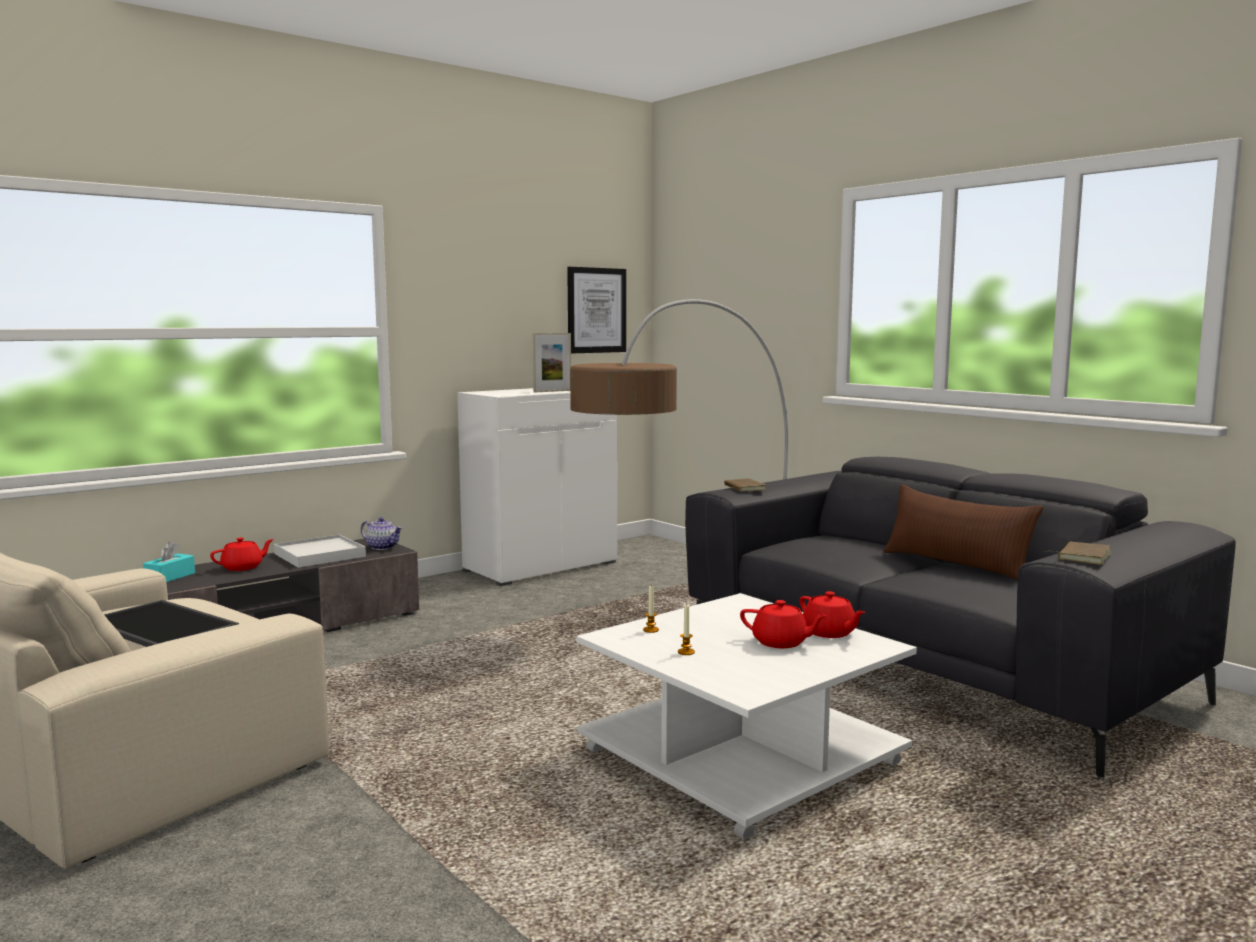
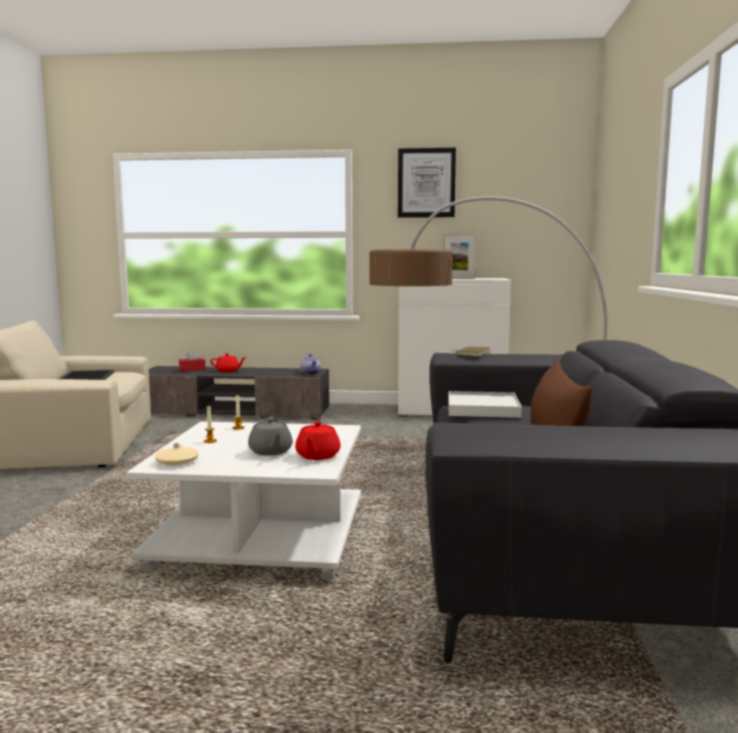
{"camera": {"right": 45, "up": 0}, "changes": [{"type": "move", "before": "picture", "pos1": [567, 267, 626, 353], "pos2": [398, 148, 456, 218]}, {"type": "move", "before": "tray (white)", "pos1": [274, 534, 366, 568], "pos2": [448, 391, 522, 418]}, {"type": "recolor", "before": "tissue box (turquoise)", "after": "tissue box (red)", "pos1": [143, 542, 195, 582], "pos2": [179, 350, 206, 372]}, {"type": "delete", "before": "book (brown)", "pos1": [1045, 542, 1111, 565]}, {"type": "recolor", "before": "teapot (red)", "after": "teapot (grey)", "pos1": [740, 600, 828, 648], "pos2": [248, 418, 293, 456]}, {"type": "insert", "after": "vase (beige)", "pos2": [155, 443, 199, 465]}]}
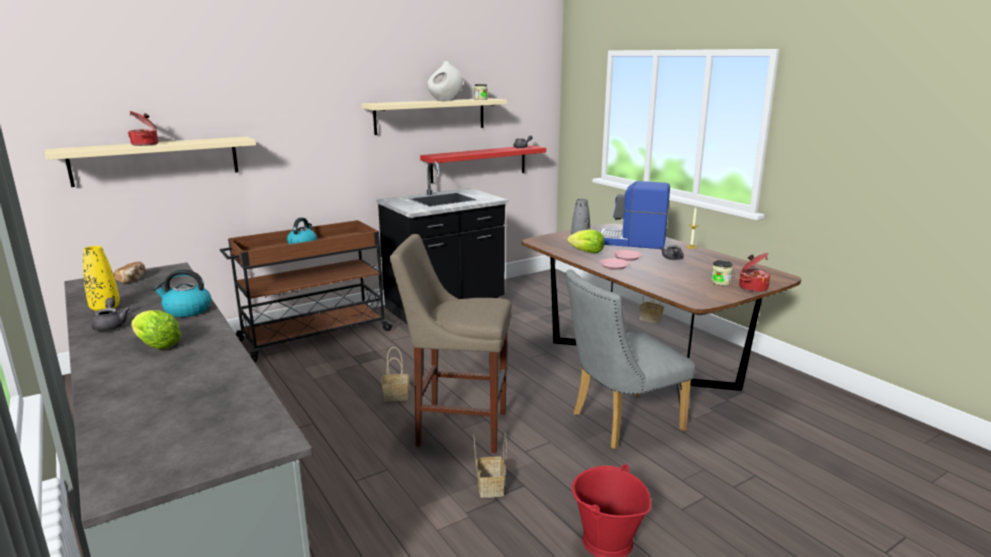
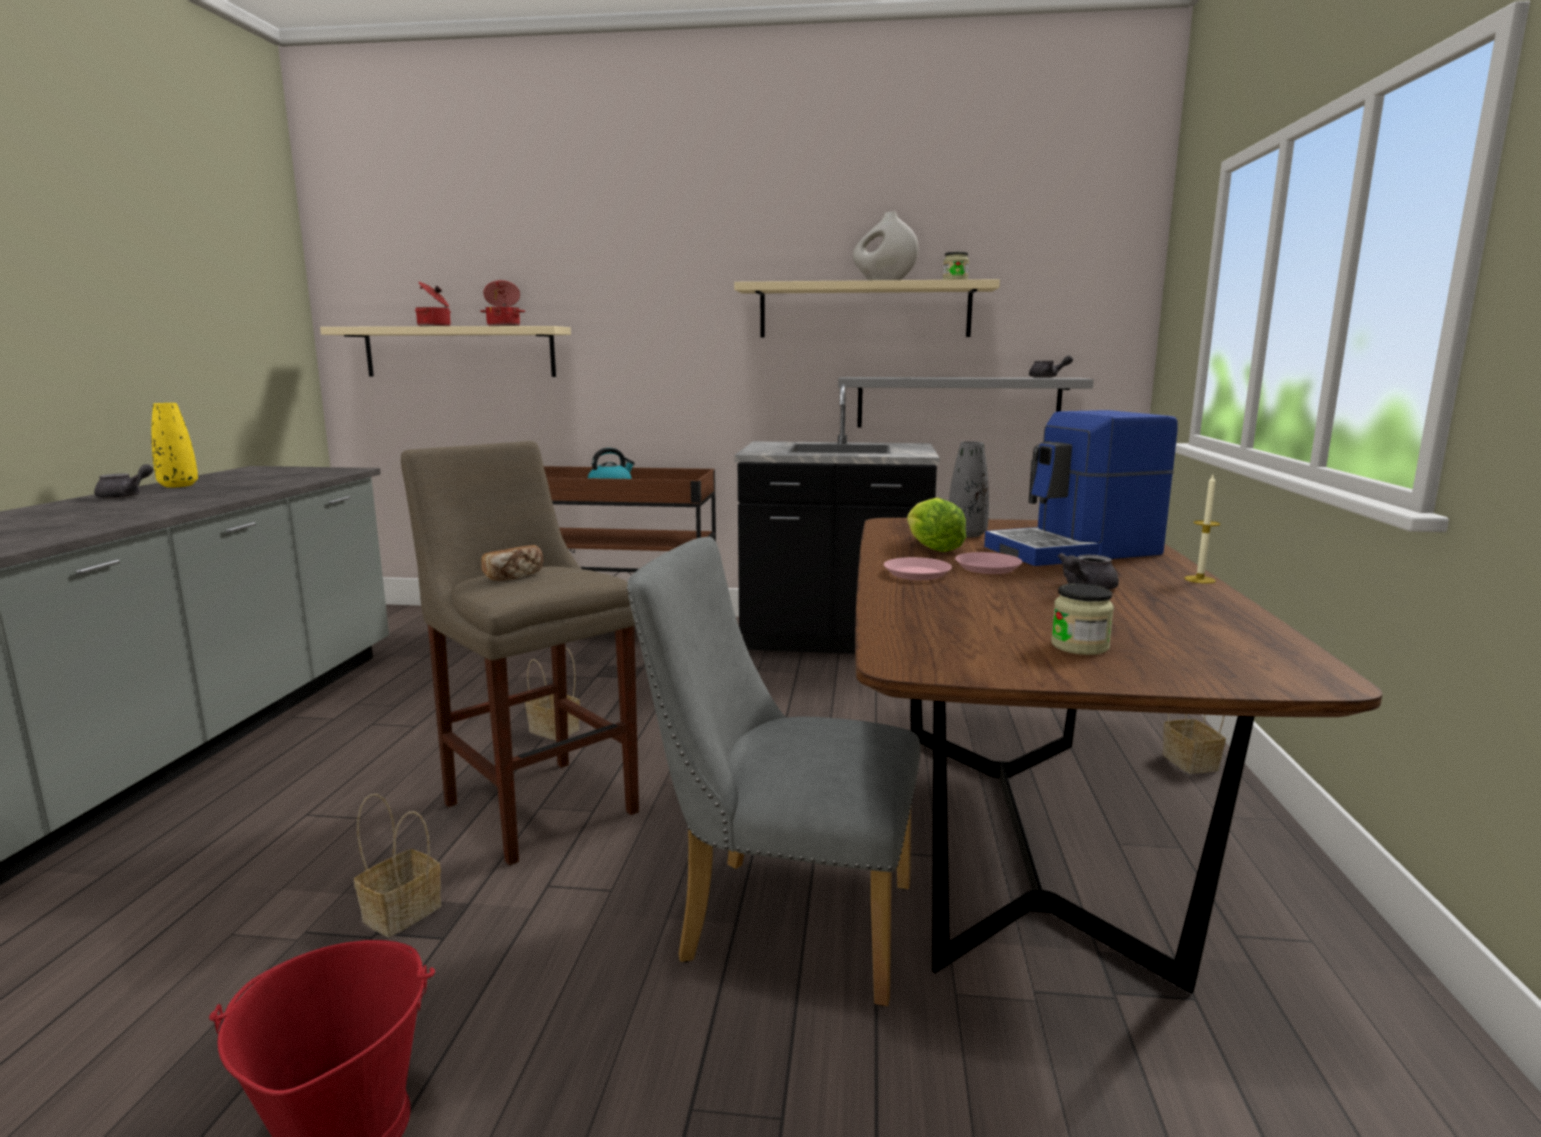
{"camera": {"right": 40, "up": -5}, "changes": [{"type": "recolor", "before": "shelf (red)", "after": "shelf (grey)", "pos1": [420, 145, 546, 183], "pos2": [838, 377, 1094, 428]}, {"type": "rotate", "before": "coffee machine", "pos1": [601, 181, 670, 249], "pos2": [984, 410, 1178, 566], "turn": -75}, {"type": "move", "before": "cooking pot", "pos1": [739, 253, 770, 292], "pos2": [480, 280, 525, 326]}, {"type": "move", "before": "bread", "pos1": [114, 261, 146, 283], "pos2": [481, 545, 543, 581]}, {"type": "delete", "before": "kettle", "pos1": [153, 269, 211, 317]}, {"type": "delete", "before": "lettuce", "pos1": [131, 310, 181, 349]}]}
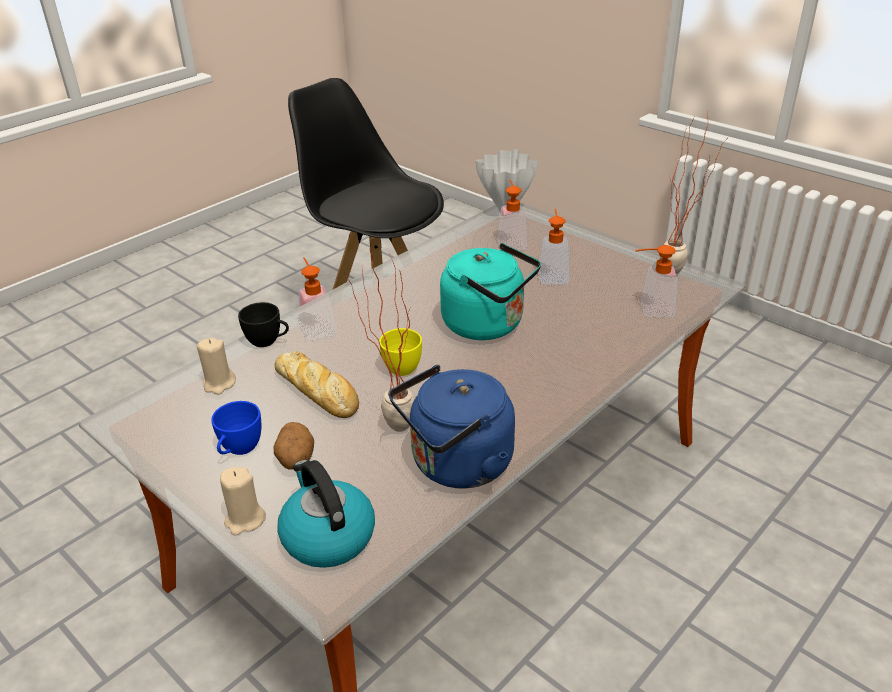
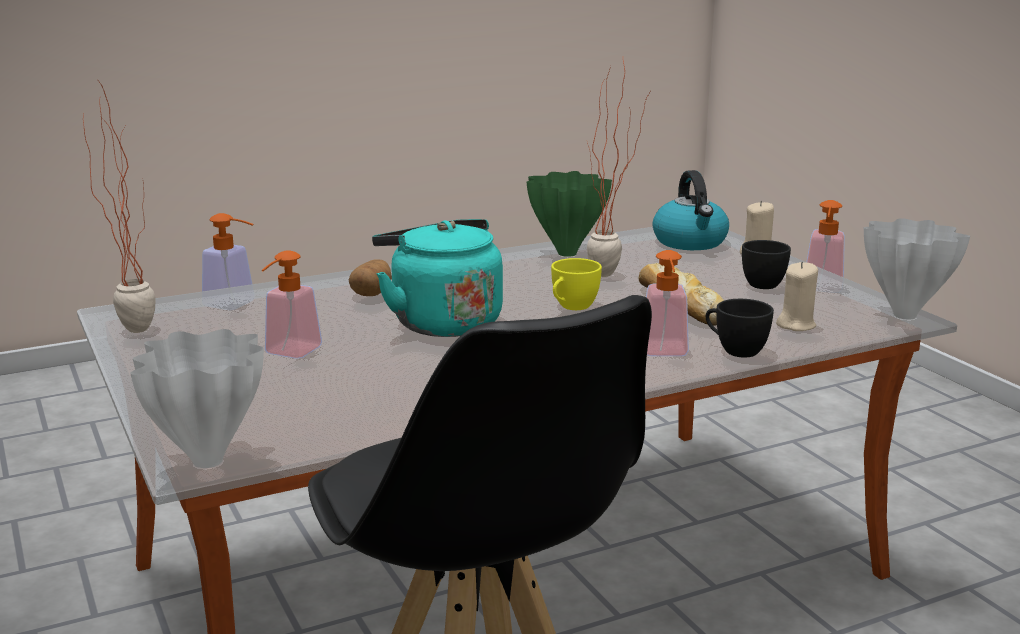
{"camera": {"right": -160, "up": -15}, "changes": [{"type": "move", "before": "soap dispenser", "pos1": [498, 180, 527, 250], "pos2": [806, 200, 845, 293]}, {"type": "replace", "before": "kettle (blue)", "after": "vase (green)", "pos1": [389, 365, 515, 489], "pos2": [527, 171, 612, 257]}, {"type": "recolor", "before": "cup (blue)", "after": "cup (black)", "pos1": [211, 401, 261, 455], "pos2": [742, 240, 791, 289]}, {"type": "move", "before": "potato", "pos1": [274, 422, 314, 470], "pos2": [349, 259, 392, 296]}, {"type": "insert", "after": "vase (white)", "pos2": [864, 218, 970, 319]}]}
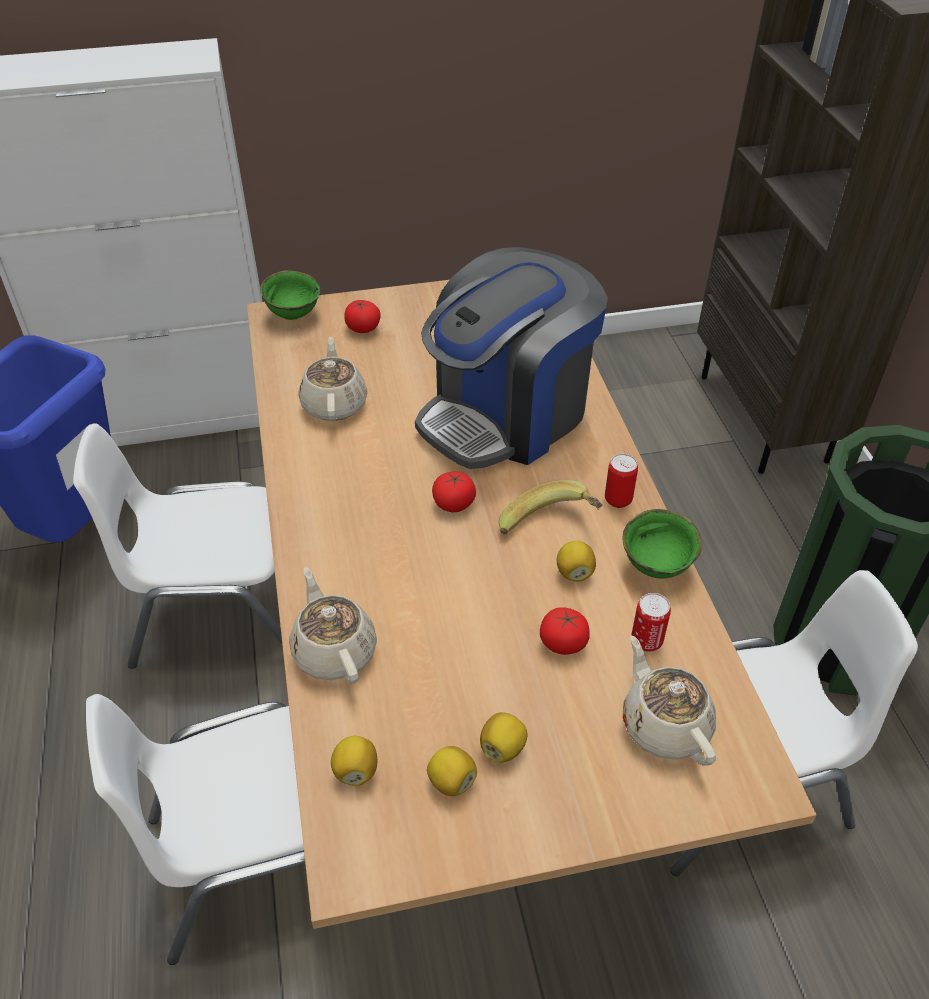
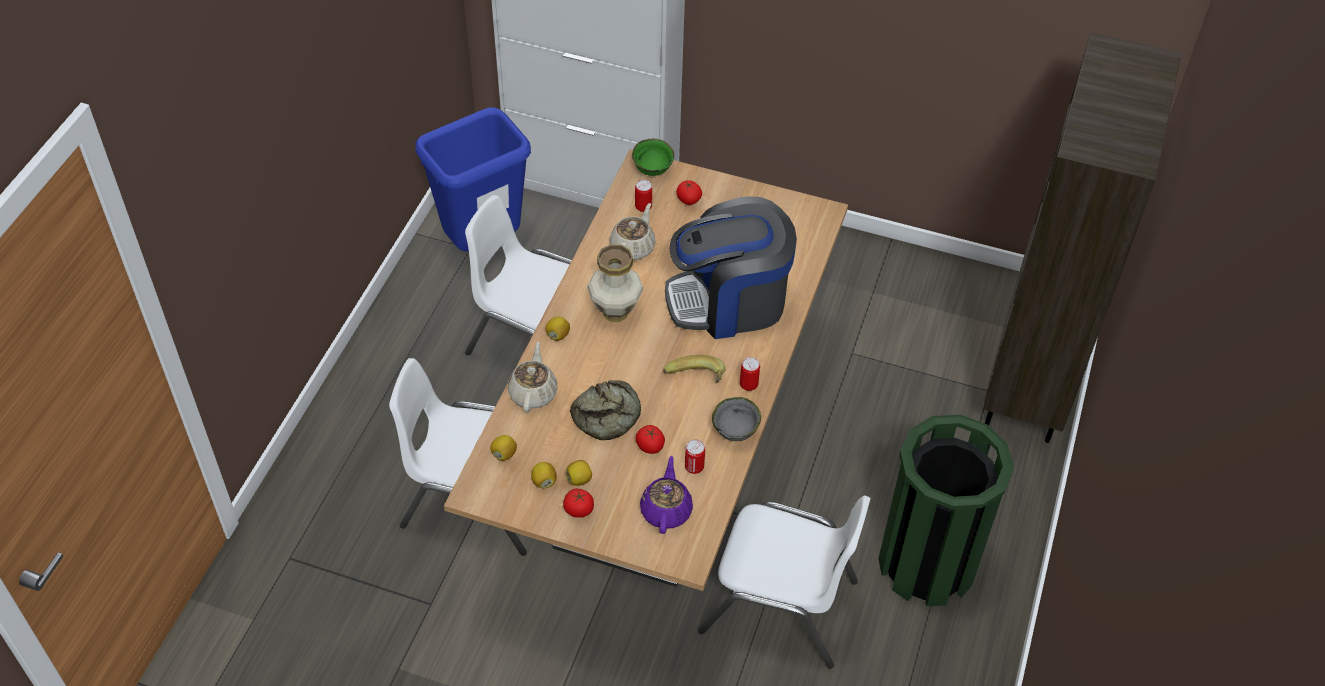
{"camera": {"right": 30, "up": 5}, "changes": [{"type": "move", "before": "tomato", "pos1": [432, 472, 476, 512], "pos2": [563, 489, 594, 518]}, {"type": "recolor", "before": "bowl (green)", "after": "bowl (grey)", "pos1": [622, 509, 702, 579], "pos2": [712, 397, 761, 441]}, {"type": "move", "before": "lemon", "pos1": [557, 541, 596, 582], "pos2": [546, 317, 570, 341]}, {"type": "recolor", "before": "teapot (beige)", "after": "teapot (purple)", "pos1": [623, 636, 716, 766], "pos2": [640, 456, 693, 534]}, {"type": "insert", "after": "can", "pos2": [635, 180, 652, 212]}, {"type": "insert", "after": "vase", "pos2": [587, 244, 643, 322]}, {"type": "insert", "after": "bread", "pos2": [570, 380, 641, 440]}]}
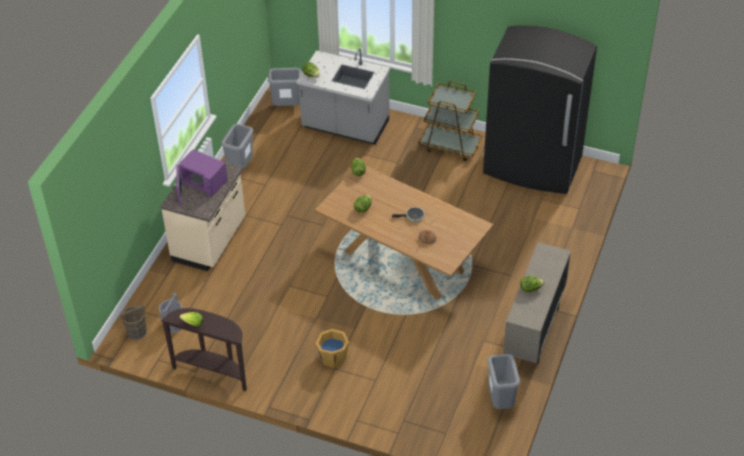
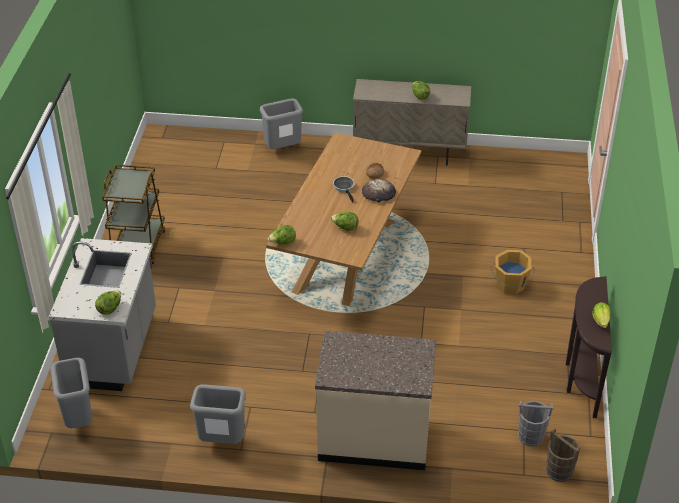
{"camera": {"right": -105, "up": -5}, "changes": [{"type": "delete", "before": "fridge (black)", "pos1": [483, 25, 597, 194]}, {"type": "delete", "before": "microwave (purple)", "pos1": [176, 149, 228, 205]}, {"type": "move", "before": "trash can (grey)", "pos1": [487, 354, 520, 409], "pos2": [260, 98, 303, 149]}, {"type": "insert", "after": "bread", "pos2": [362, 179, 396, 202]}]}
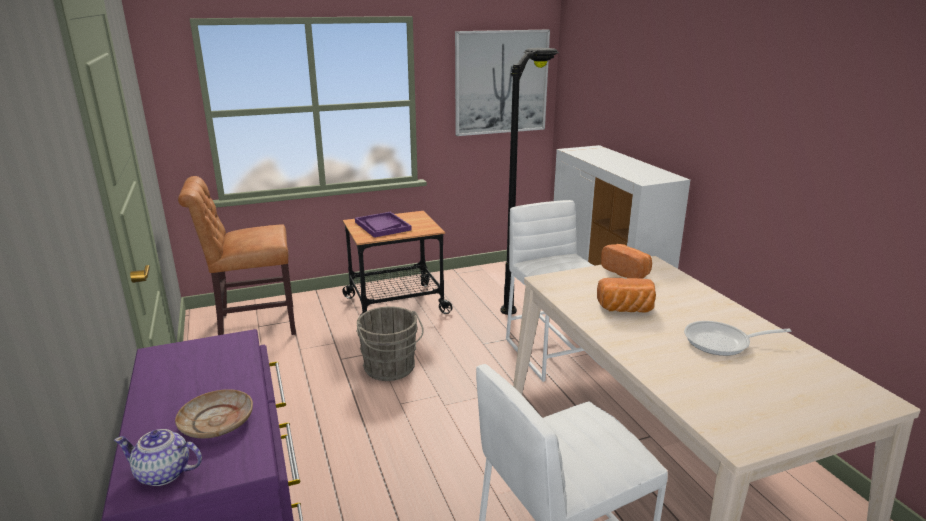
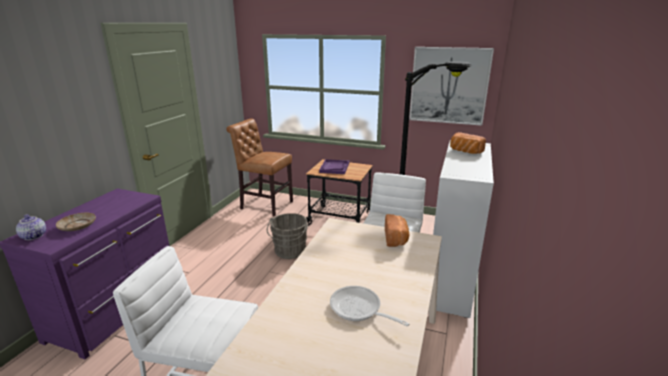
{"camera": {"right": 40, "up": 0}, "changes": [{"type": "move", "before": "bread", "pos1": [597, 278, 656, 312], "pos2": [450, 132, 486, 154]}]}
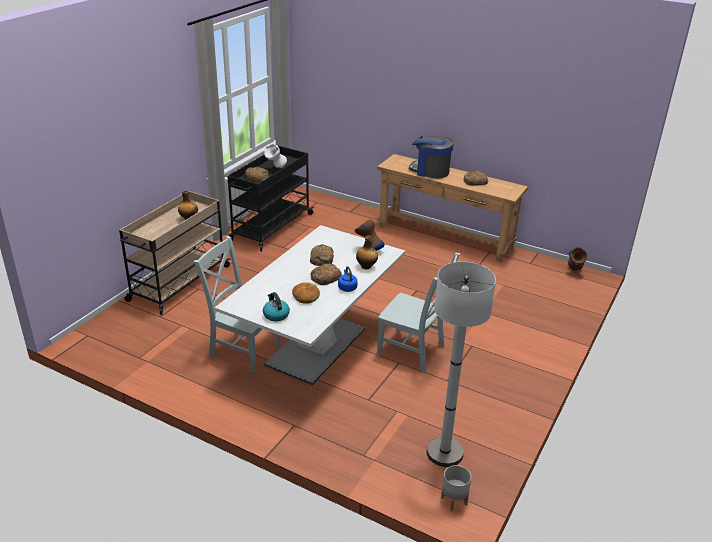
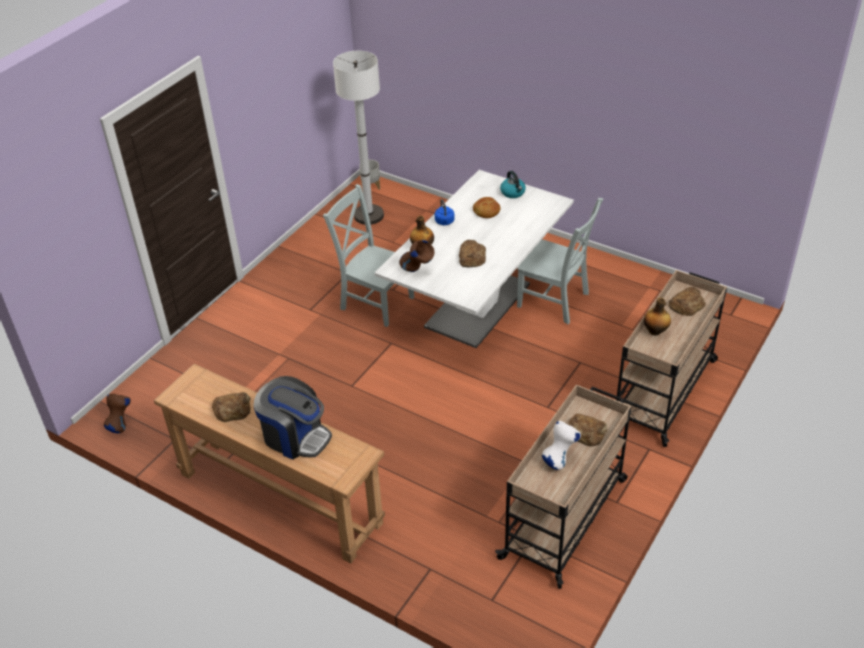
{"camera": {"right": -175, "up": 10}, "changes": [{"type": "recolor", "before": "cart (black)", "after": "cart (beige)", "pos1": [228, 146, 314, 251], "pos2": [495, 385, 631, 589]}, {"type": "move", "before": "bread", "pos1": [311, 263, 342, 285], "pos2": [669, 287, 706, 316]}]}
